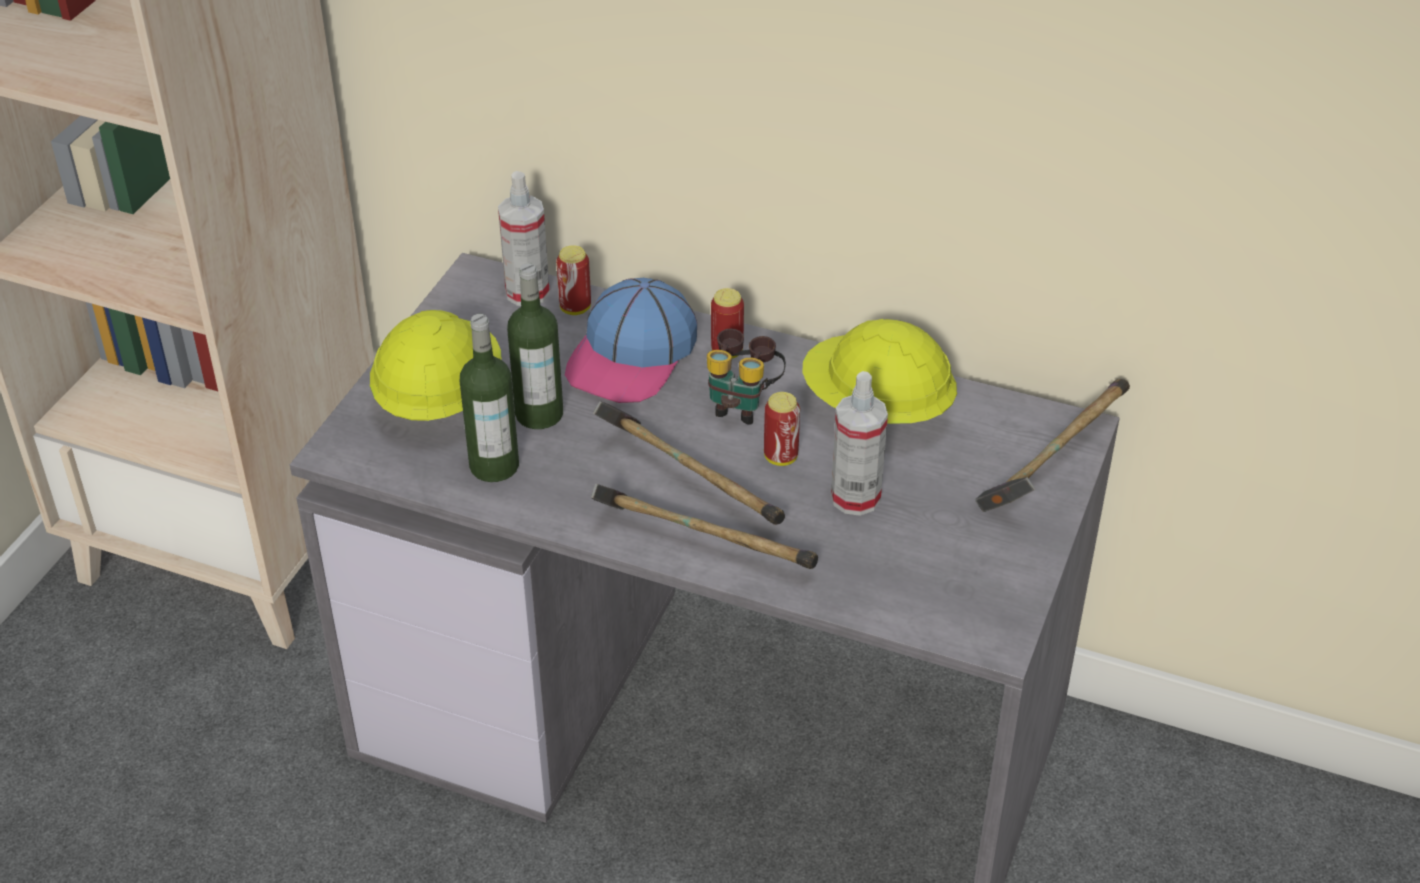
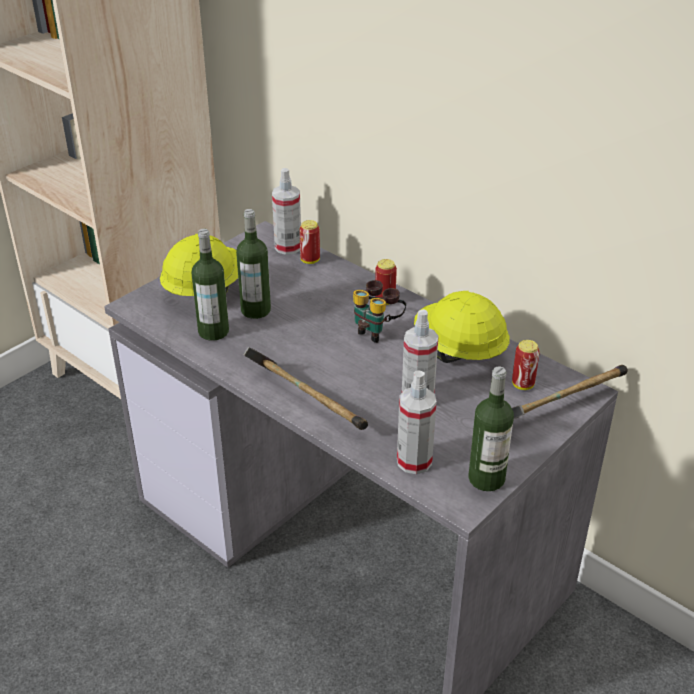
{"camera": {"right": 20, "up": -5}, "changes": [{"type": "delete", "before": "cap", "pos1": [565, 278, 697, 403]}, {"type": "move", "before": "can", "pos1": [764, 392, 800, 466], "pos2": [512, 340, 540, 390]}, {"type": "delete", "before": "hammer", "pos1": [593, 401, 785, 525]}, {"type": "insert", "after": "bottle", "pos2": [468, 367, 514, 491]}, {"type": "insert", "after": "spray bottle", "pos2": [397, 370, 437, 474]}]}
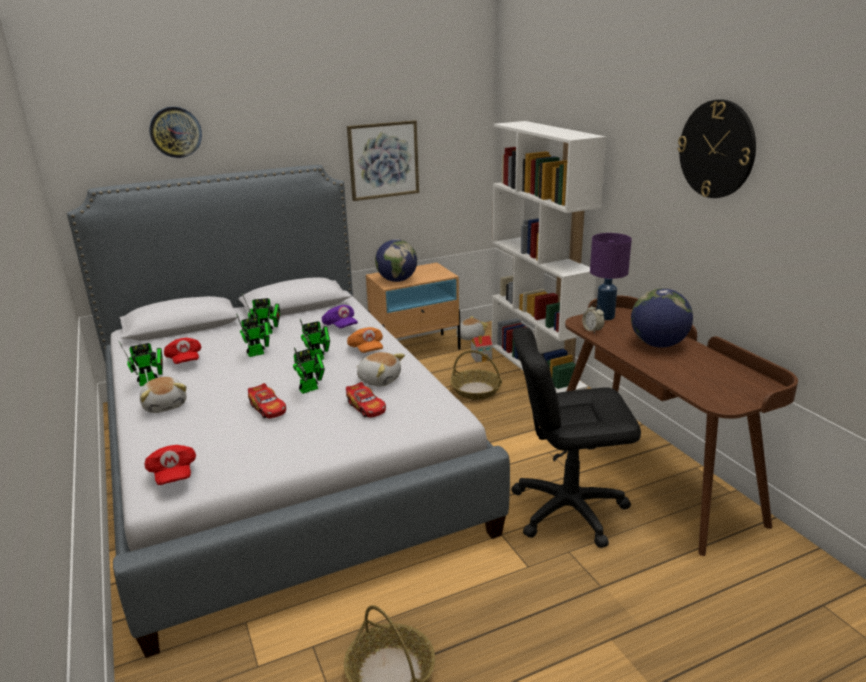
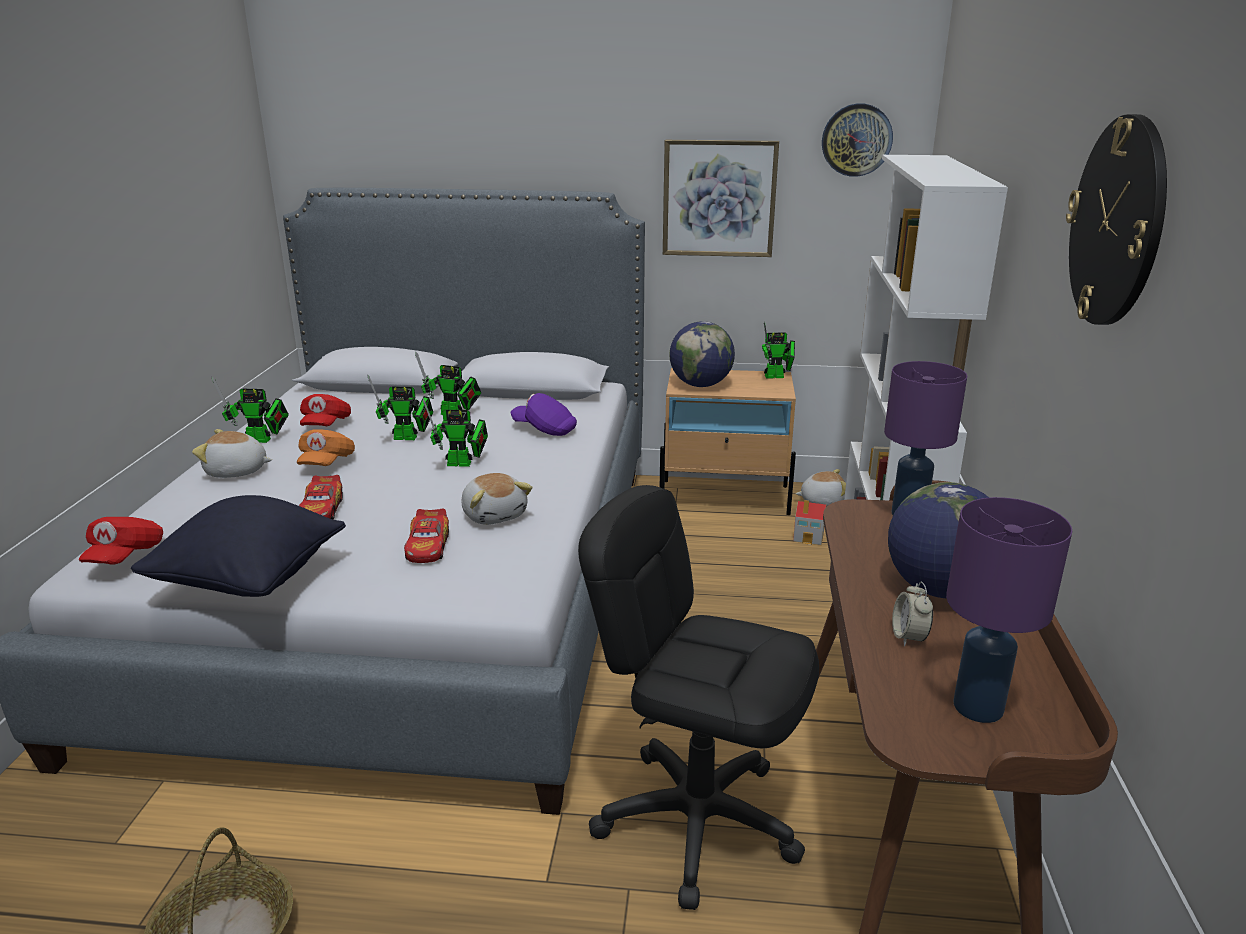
{"camera": {"right": 30, "up": 0}, "changes": [{"type": "move", "before": "wall clock", "pos1": [149, 107, 202, 158], "pos2": [822, 103, 893, 177]}, {"type": "move", "before": "alarm clock", "pos1": [582, 304, 605, 333], "pos2": [892, 581, 933, 646]}, {"type": "rotate", "before": "cap (purple)", "pos1": [322, 305, 358, 328], "pos2": [510, 393, 577, 436], "turn": 120}, {"type": "move", "before": "cap (orange)", "pos1": [347, 327, 383, 353], "pos2": [297, 429, 355, 466]}, {"type": "move", "before": "toy robot", "pos1": [293, 347, 325, 394], "pos2": [762, 322, 795, 379]}, {"type": "delete", "before": "basket", "pos1": [451, 350, 502, 400]}, {"type": "rotate", "before": "plush toy", "pos1": [140, 377, 186, 413], "pos2": [192, 429, 272, 478], "turn": 90}, {"type": "insert", "after": "pillow (black)", "pos2": [131, 495, 346, 597]}, {"type": "insert", "after": "table lamp (purple)", "pos2": [946, 497, 1072, 723]}]}
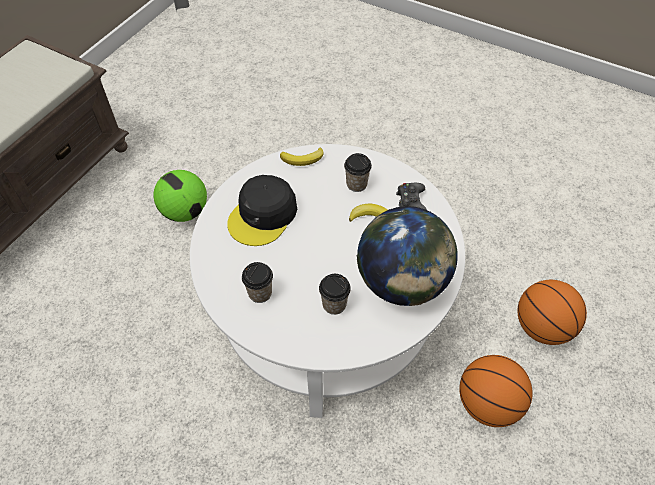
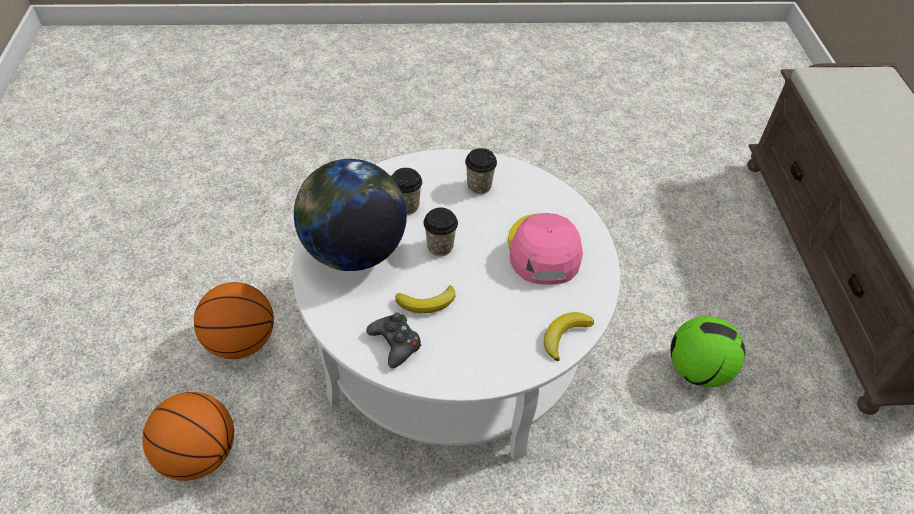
{"camera": {"right": 145, "up": -5}, "changes": [{"type": "move", "before": "cup", "pos1": [344, 153, 372, 192], "pos2": [424, 208, 458, 256]}, {"type": "recolor", "before": "cap (black)", "after": "cap (pink)", "pos1": [227, 175, 297, 246], "pos2": [508, 213, 583, 285]}]}
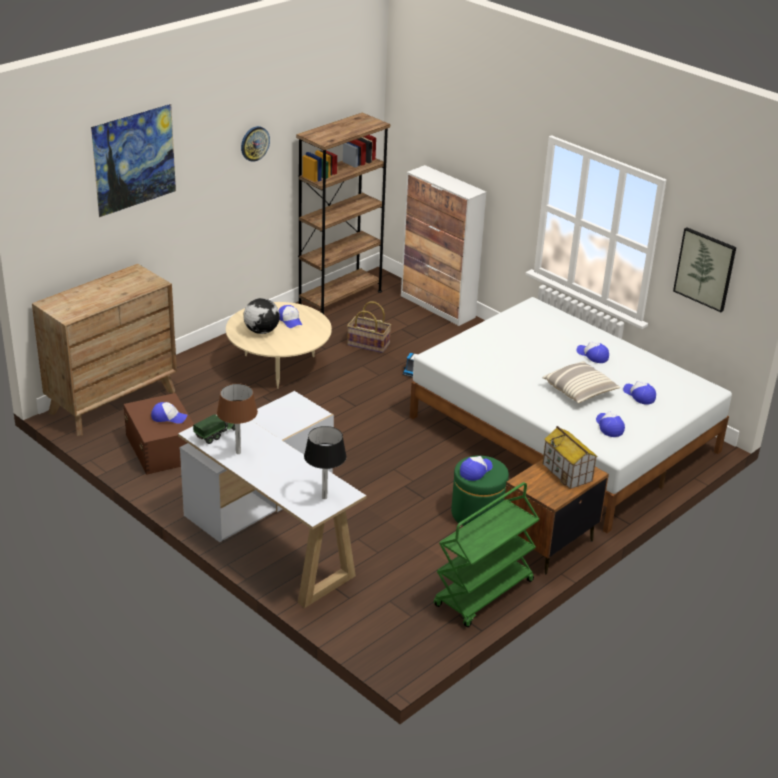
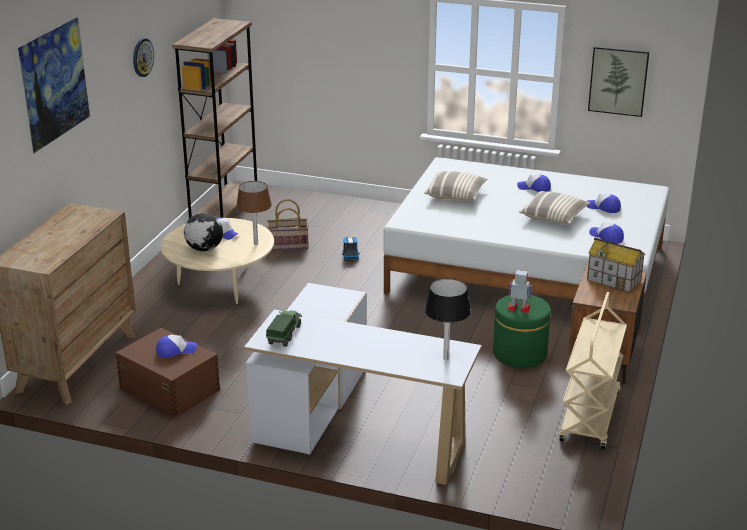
{"camera": {"right": -25, "up": -5}, "changes": [{"type": "delete", "before": "cabinet", "pos1": [401, 165, 486, 326]}, {"type": "move", "before": "table lamp (brown)", "pos1": [217, 383, 258, 454], "pos2": [236, 181, 272, 245]}, {"type": "replace", "before": "cap", "after": "toy robot", "pos1": [460, 456, 493, 481], "pos2": [507, 270, 532, 313]}, {"type": "recolor", "before": "cart (green)", "after": "cart (beige)", "pos1": [434, 482, 539, 627], "pos2": [559, 292, 627, 449]}, {"type": "insert", "after": "pillow", "pos2": [424, 171, 488, 200]}]}
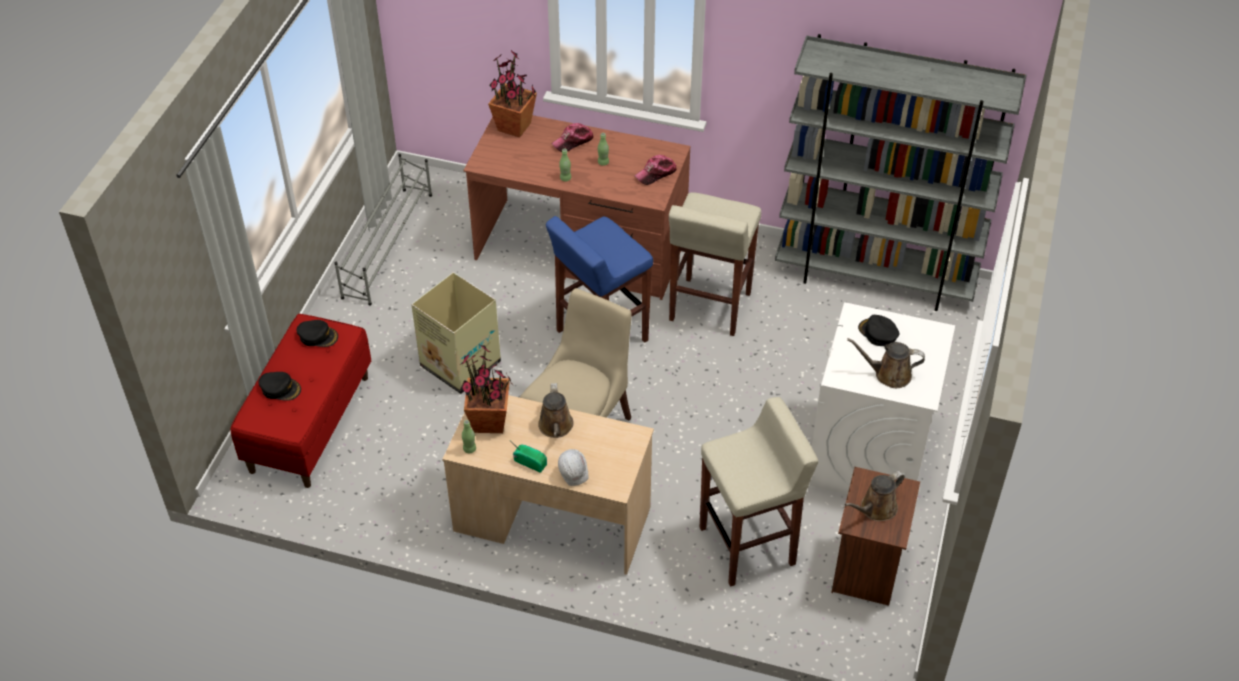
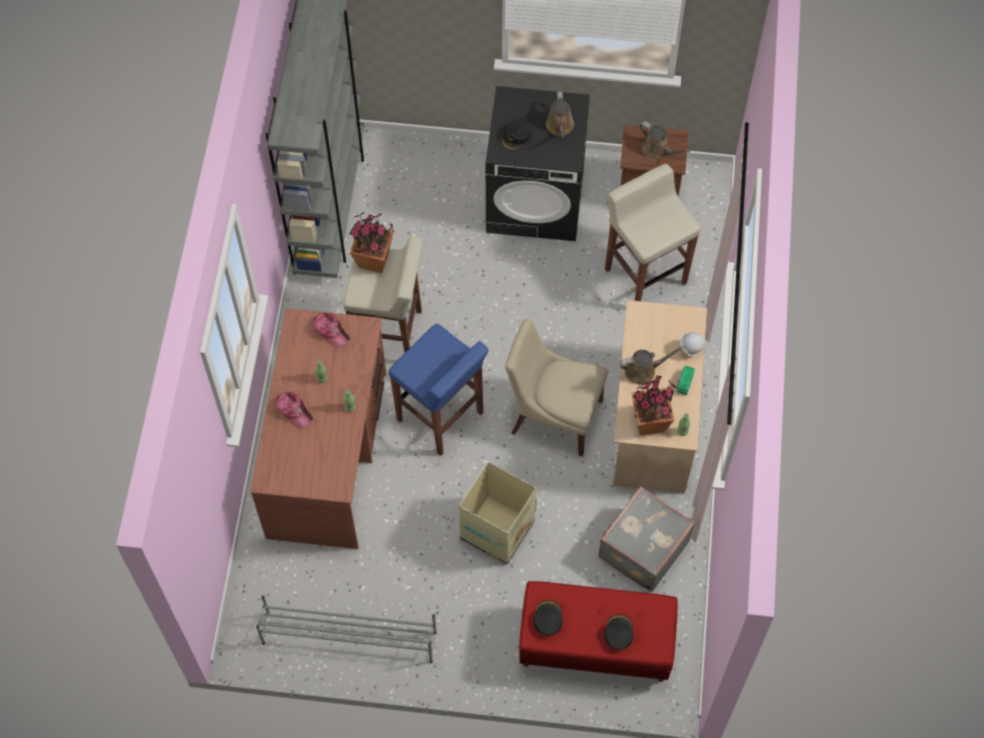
{"camera": {"right": -100, "up": 15}, "changes": [{"type": "move", "before": "potted plant", "pos1": [488, 50, 537, 138], "pos2": [349, 212, 395, 273]}, {"type": "recolor", "before": "washing machine (white)", "after": "washing machine (black)", "pos1": [809, 302, 955, 495], "pos2": [486, 86, 590, 241]}, {"type": "insert", "after": "suitcase (grey)", "pos2": [598, 486, 695, 592]}]}
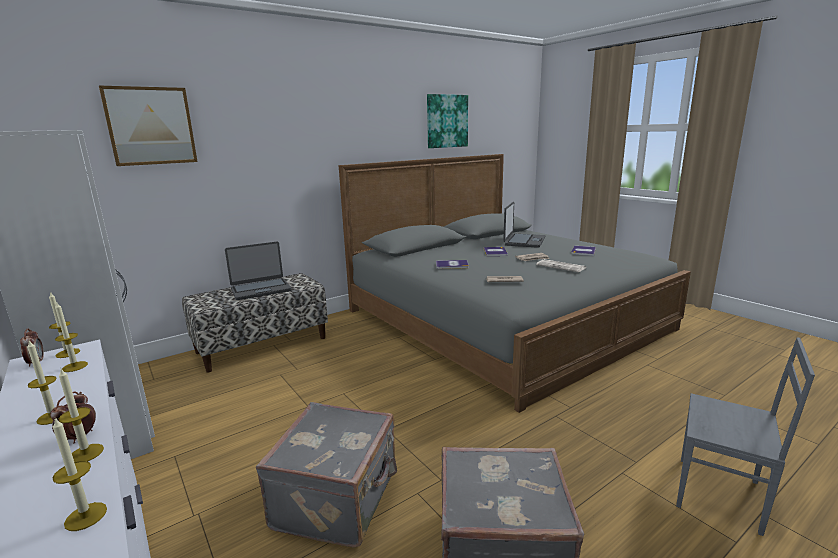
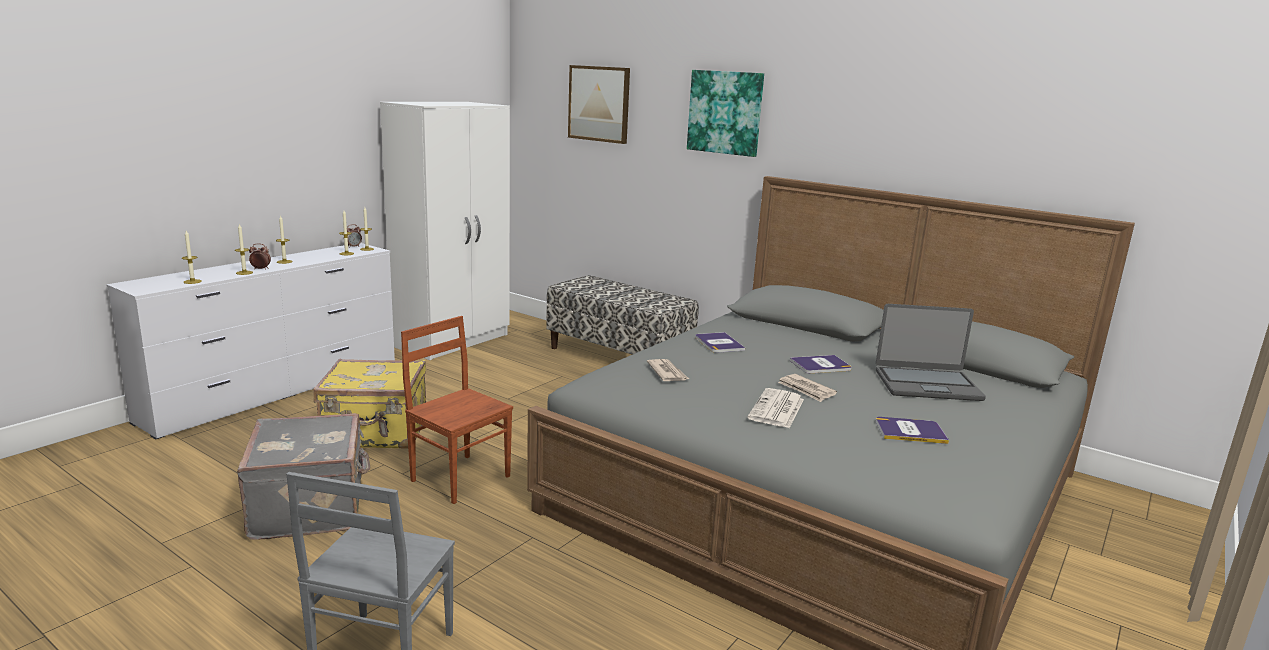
{"camera": {"right": 70, "up": 0}, "changes": [{"type": "move", "before": "picture", "pos1": [427, 94, 468, 148], "pos2": [687, 70, 764, 157]}, {"type": "delete", "before": "laptop", "pos1": [225, 242, 292, 300]}, {"type": "recolor", "before": "suitcase (grey)", "after": "suitcase (yellow)", "pos1": [256, 402, 397, 548], "pos2": [314, 359, 426, 449]}, {"type": "insert", "after": "chair (brown)", "pos2": [401, 316, 513, 504]}]}
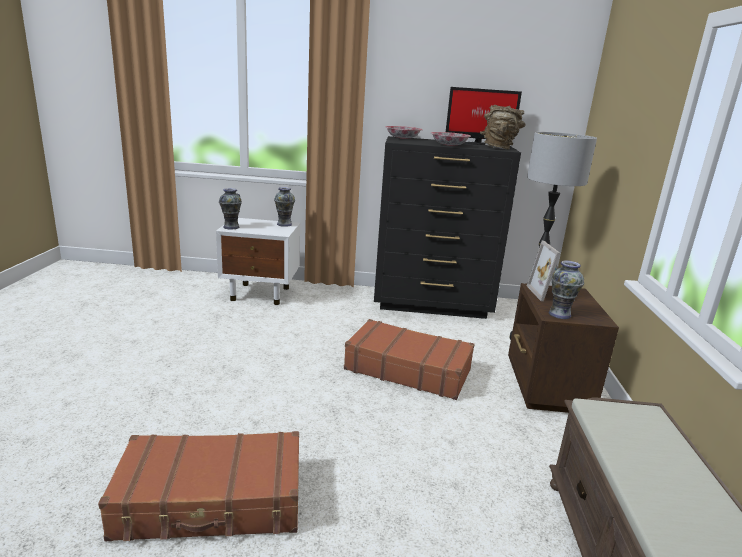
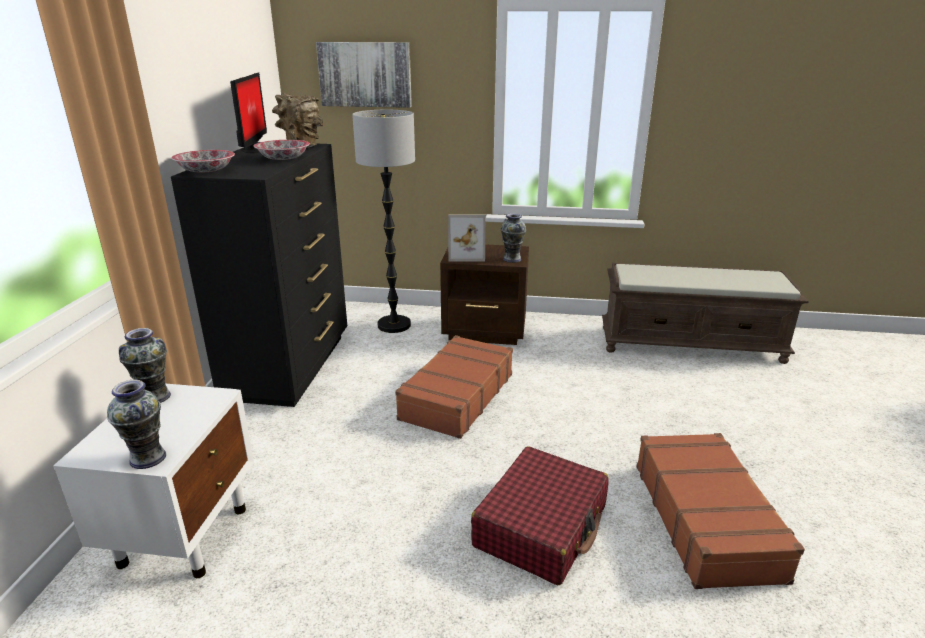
{"camera": {"right": -85, "up": 5}, "changes": [{"type": "insert", "after": "picture", "pos2": [316, 42, 412, 108]}, {"type": "insert", "after": "suitcase (red)", "pos2": [471, 446, 609, 585]}]}
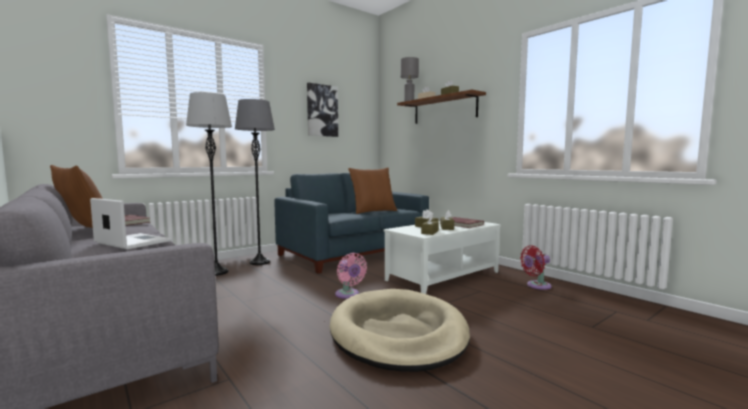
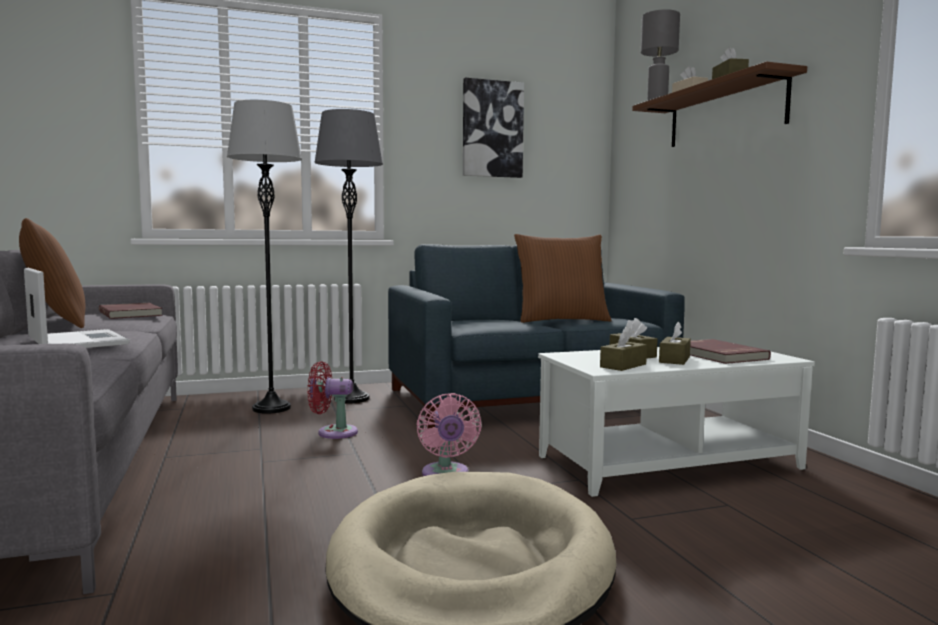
{"camera": {"right": 20, "up": 0}, "changes": [{"type": "move", "before": "fan (red)", "pos1": [520, 245, 552, 290], "pos2": [307, 361, 358, 439]}]}
